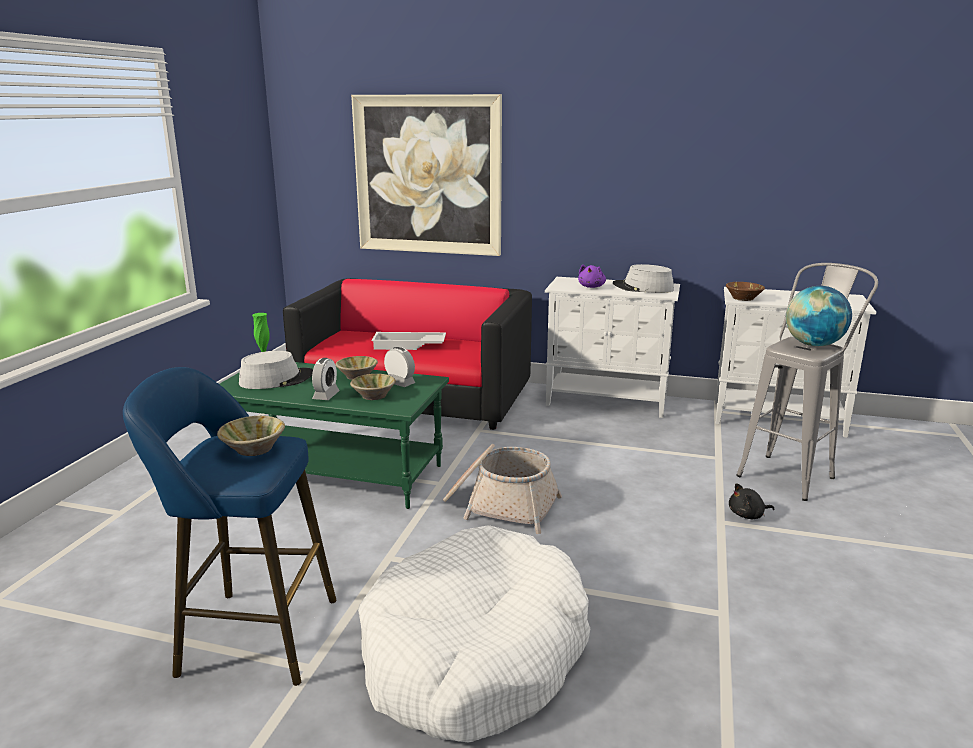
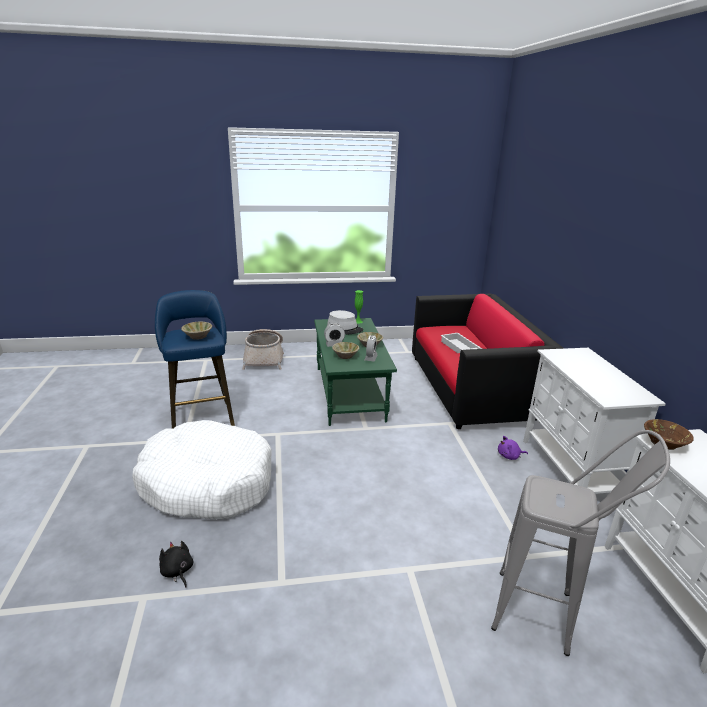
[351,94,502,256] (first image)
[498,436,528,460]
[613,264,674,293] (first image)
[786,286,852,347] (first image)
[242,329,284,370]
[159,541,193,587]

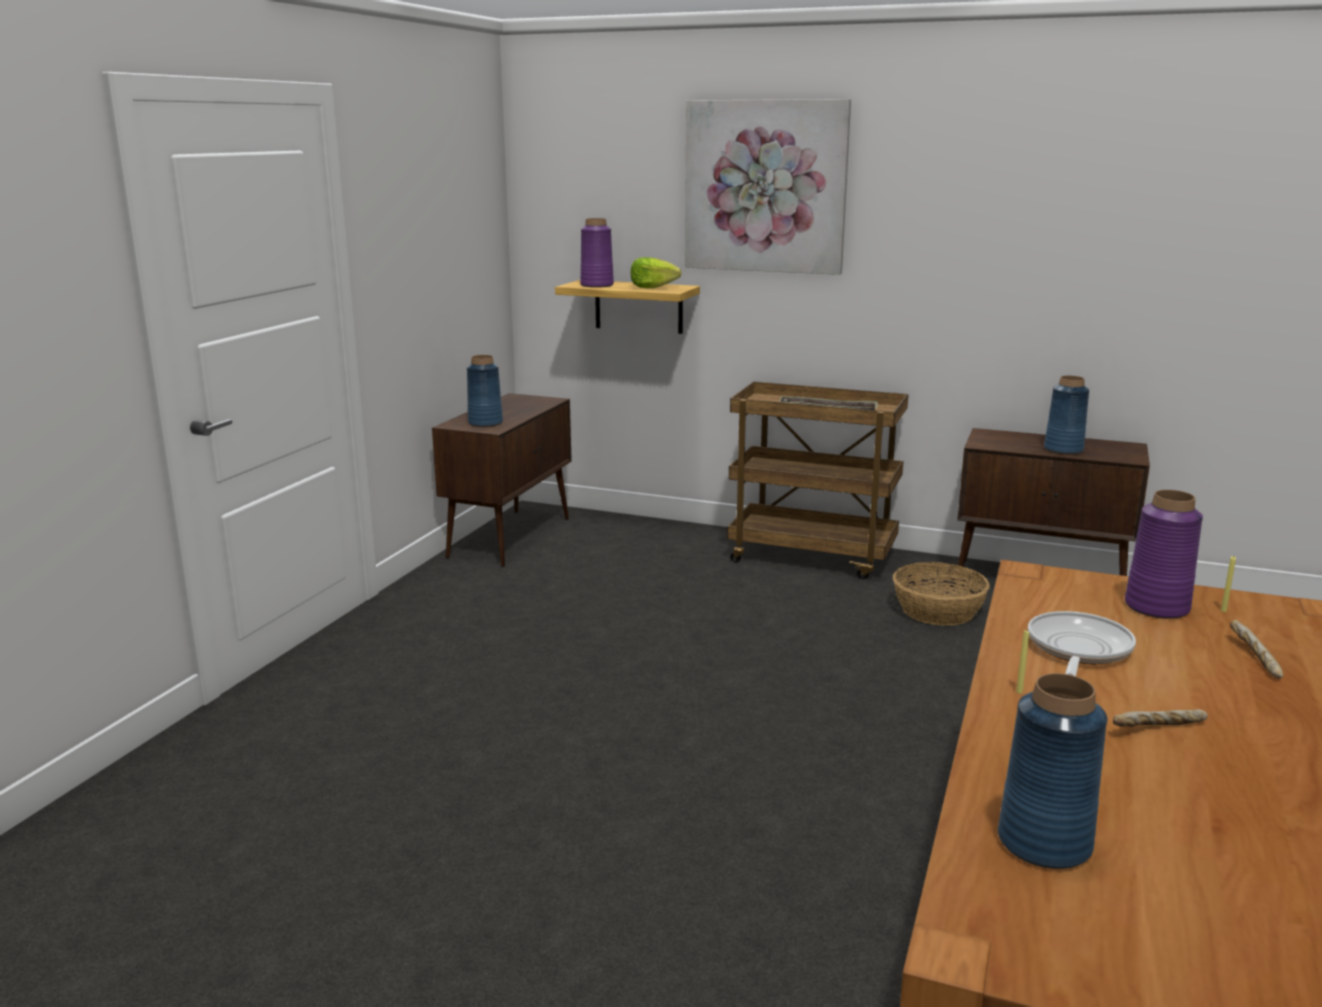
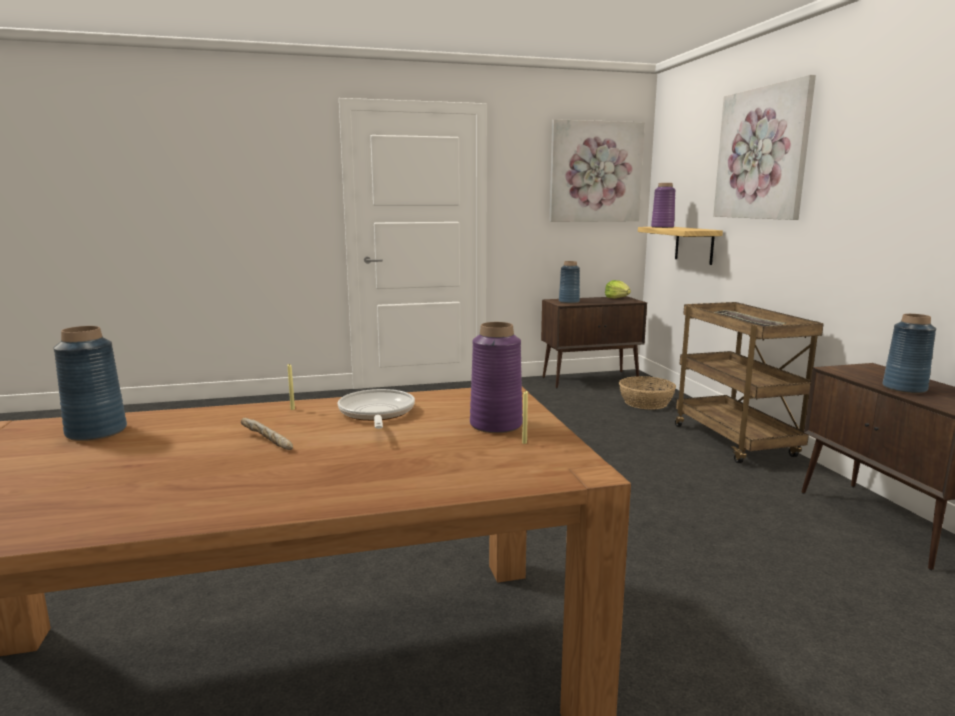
[605,280,631,299]
[619,376,676,410]
[338,389,415,429]
[1230,620,1283,679] (first image)
[550,119,645,222]

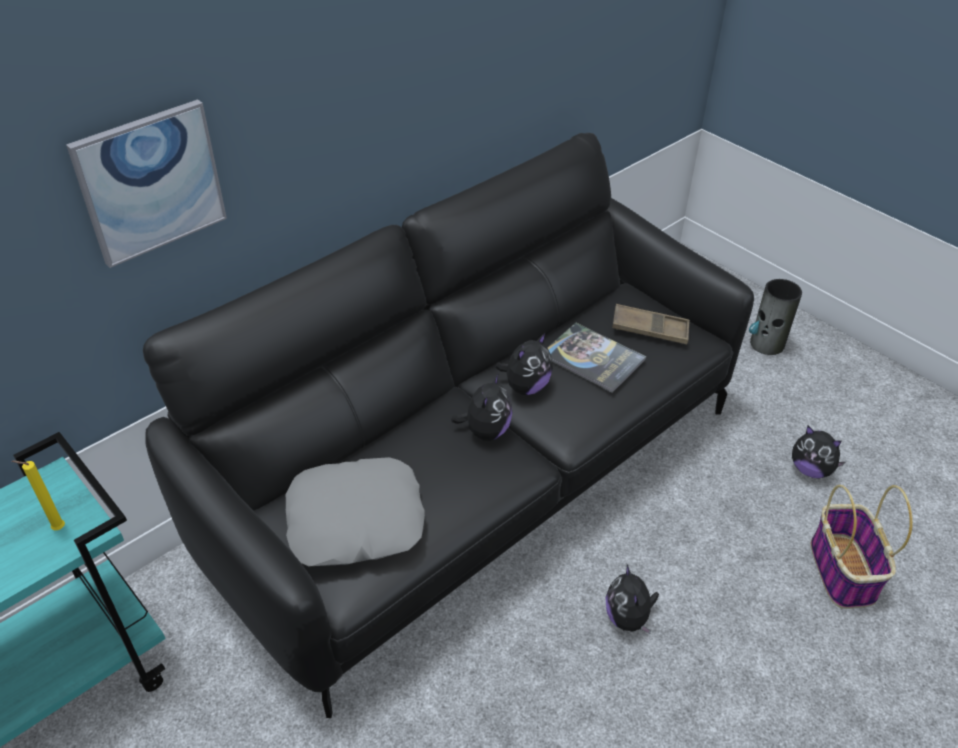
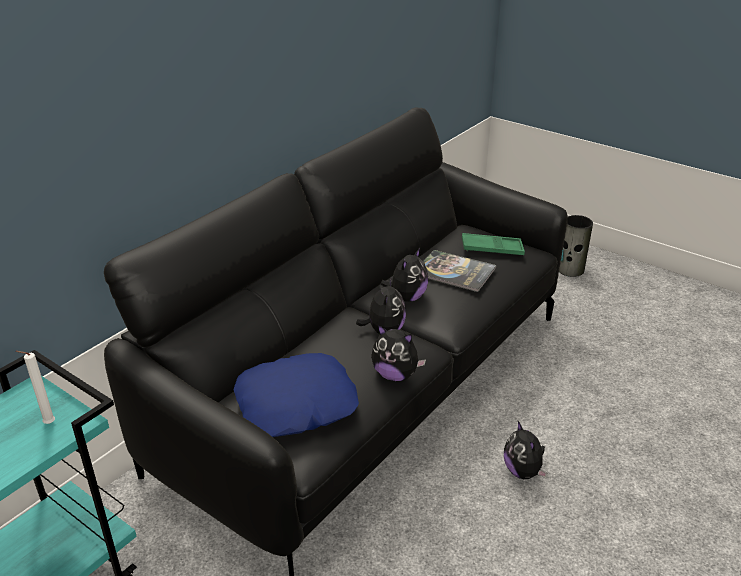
[66,99,227,268] (first image)
[462,233,525,255]
[371,325,426,381]
[233,353,359,437]
[15,351,55,424]
[811,485,913,609] (first image)

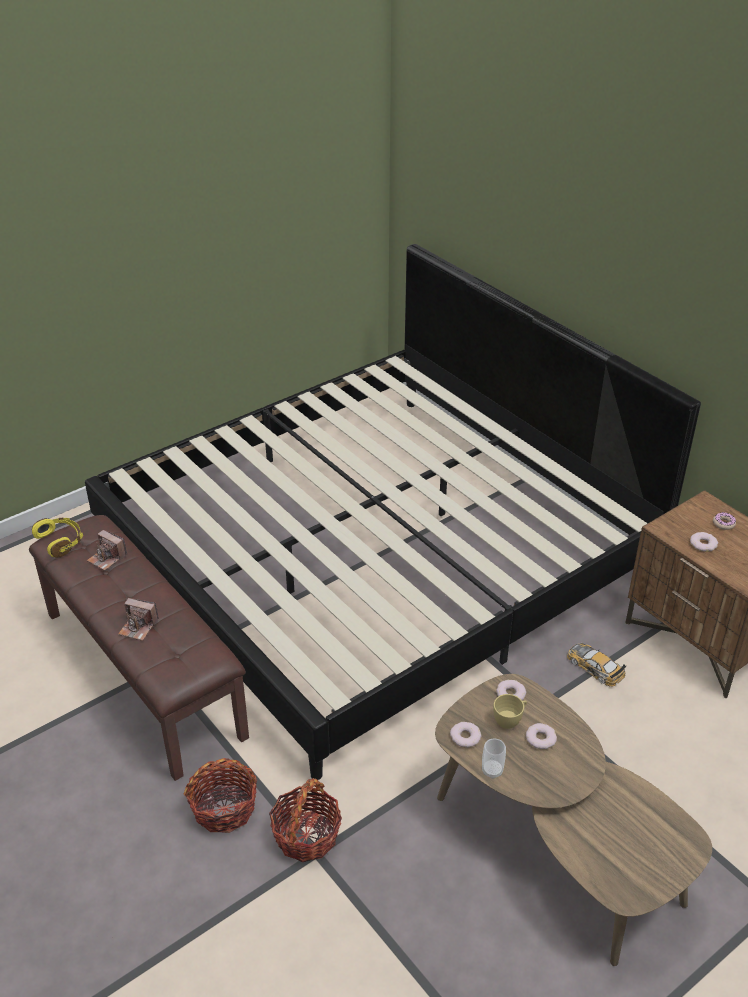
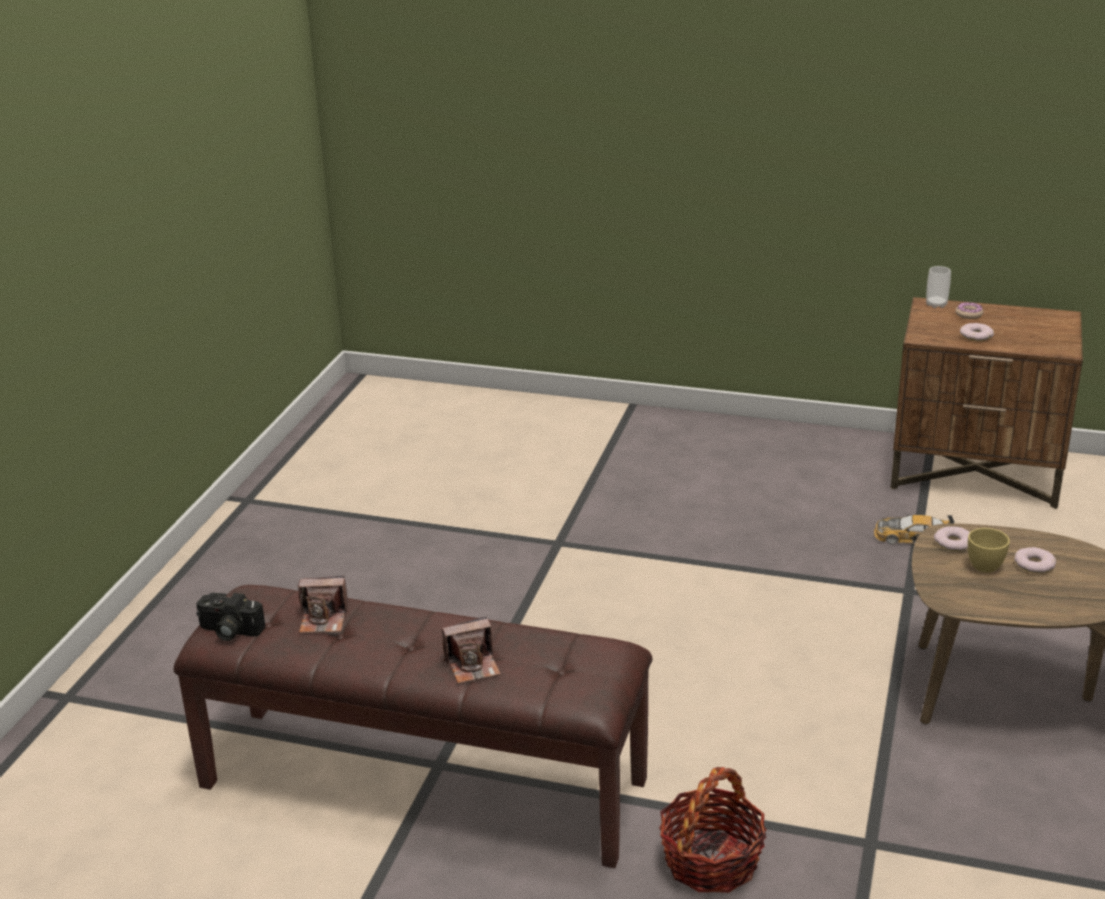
[85,244,701,780] (first image)
[196,593,265,641]
[450,722,481,748] (first image)
[926,266,951,308]
[269,778,342,862] (first image)

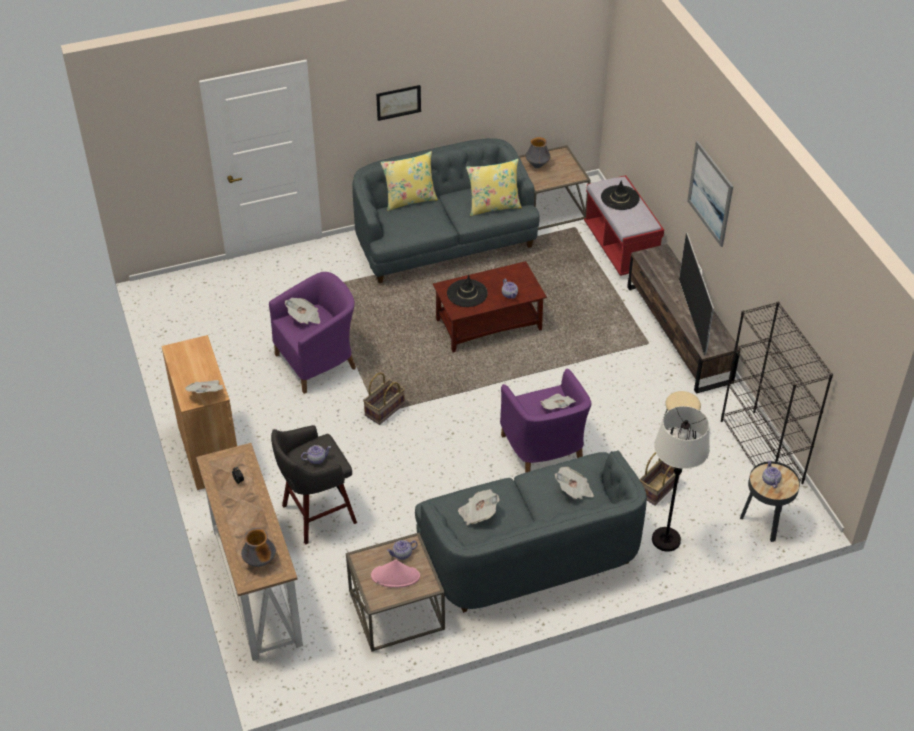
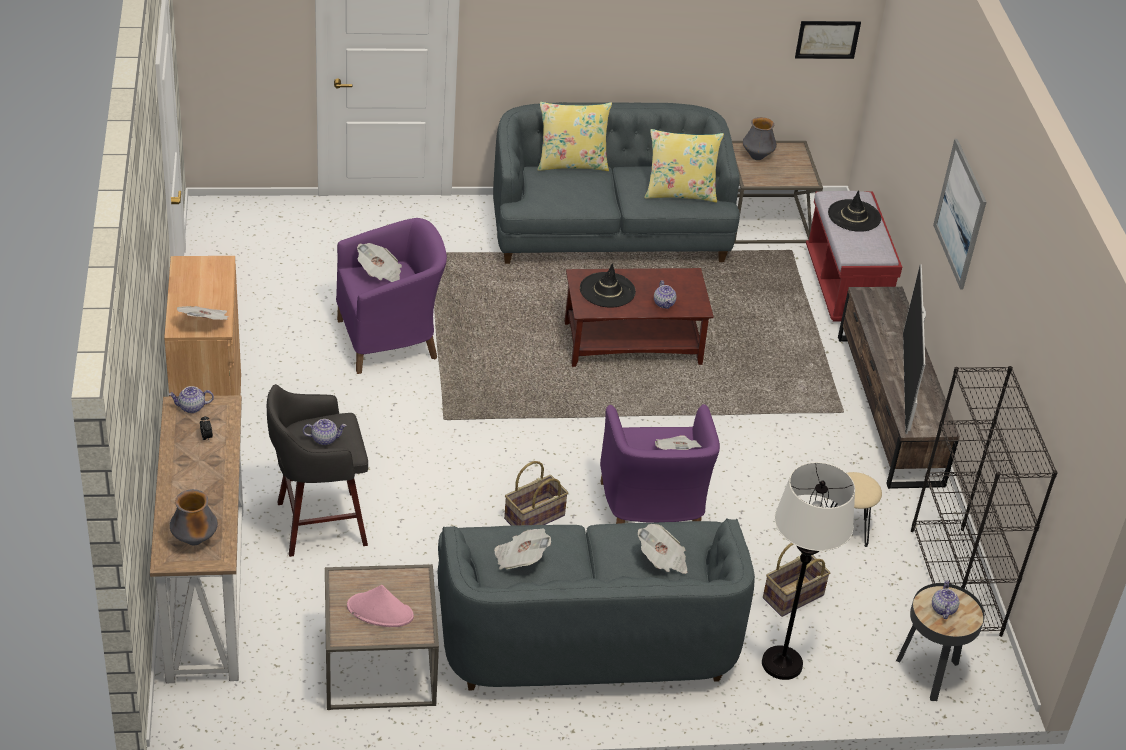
[795,21,861,59]
[504,461,568,526]
[168,386,214,413]

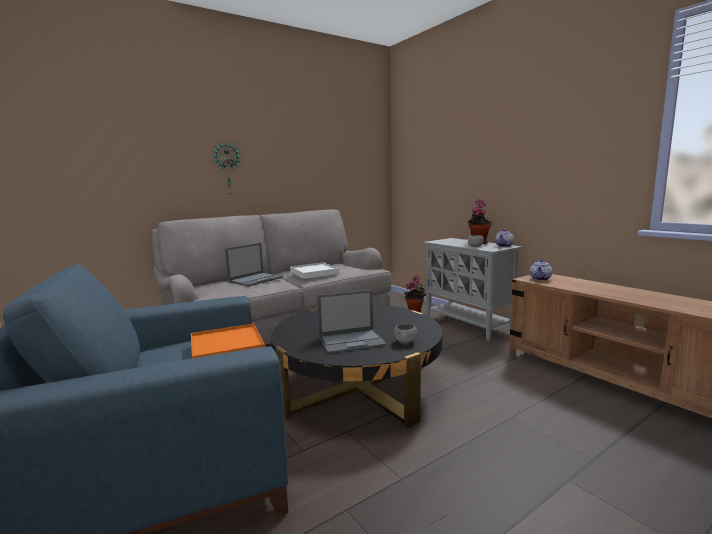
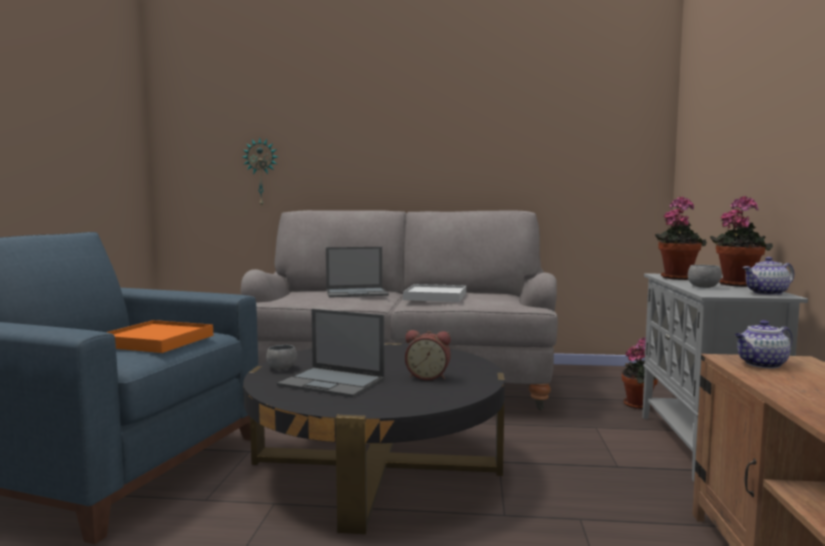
[242,137,278,207]
[266,345,297,370]
[655,196,707,280]
[405,330,451,380]

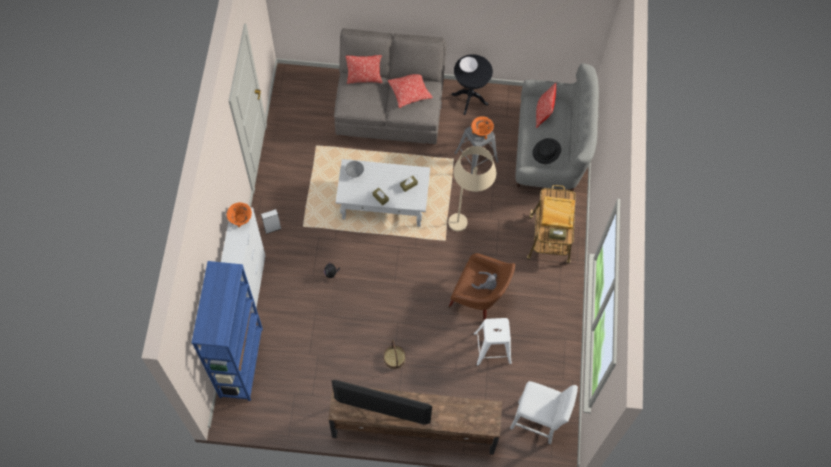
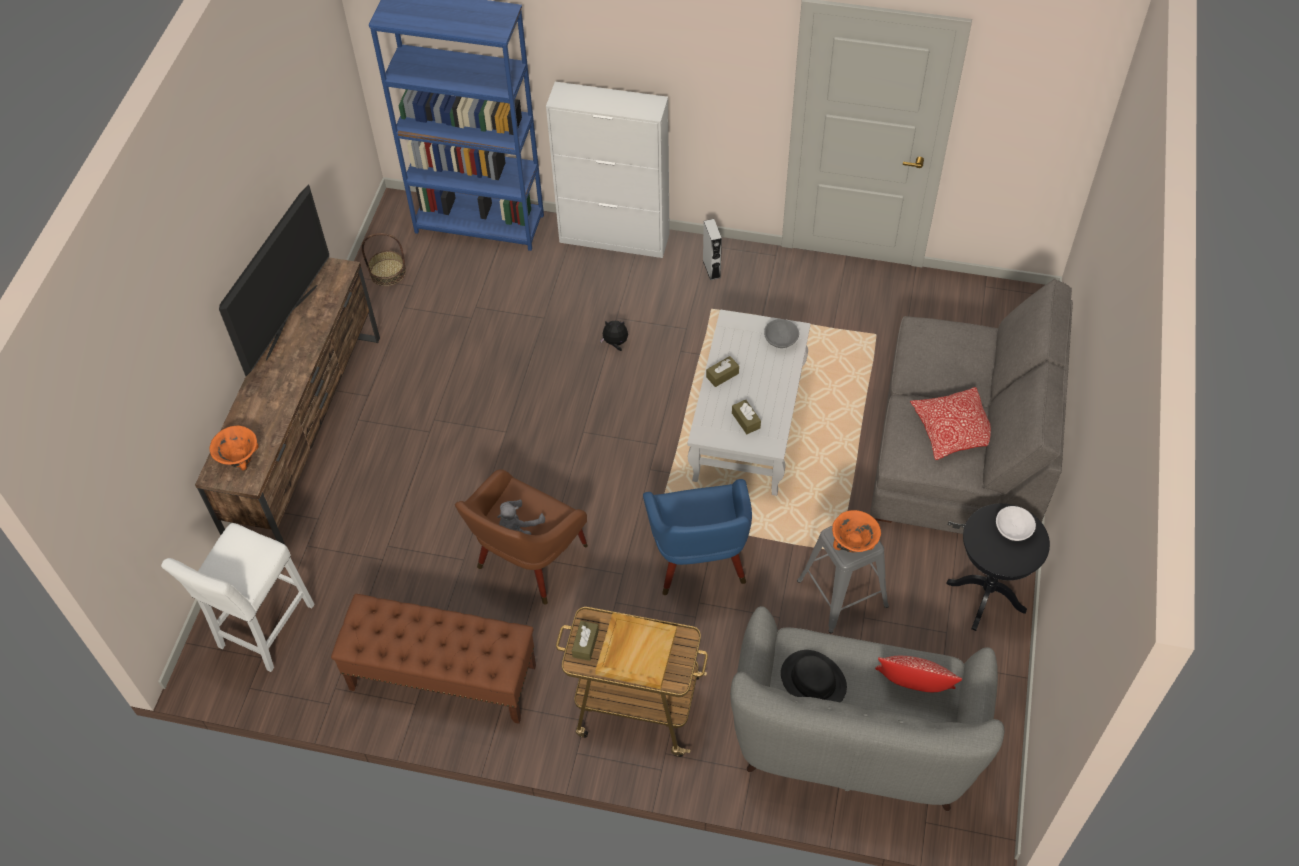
[346,55,382,84] (first image)
[643,479,752,595]
[209,426,258,471]
[474,318,512,366] (first image)
[362,233,406,286]
[331,594,536,724]

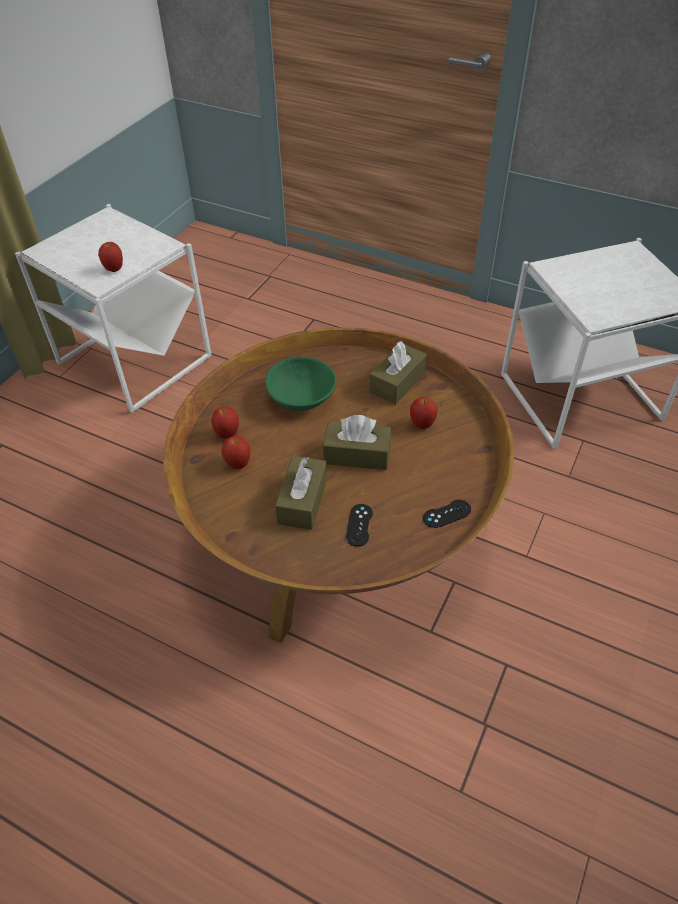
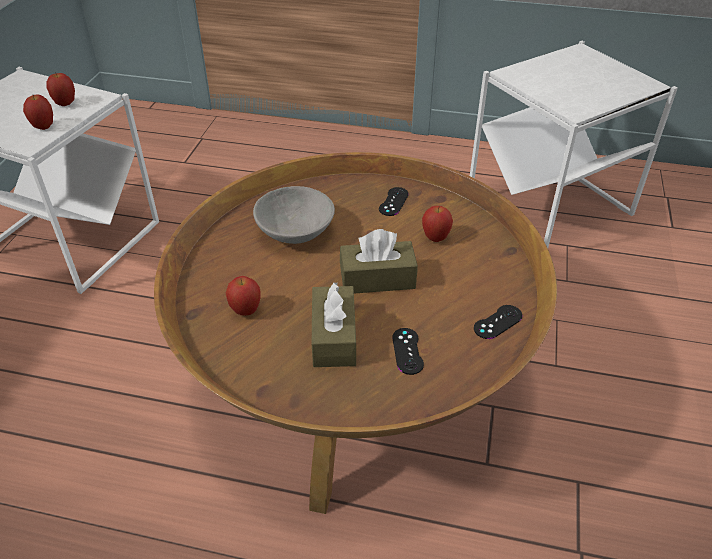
[379,187,409,216]
[253,186,335,244]
[46,72,75,106]

